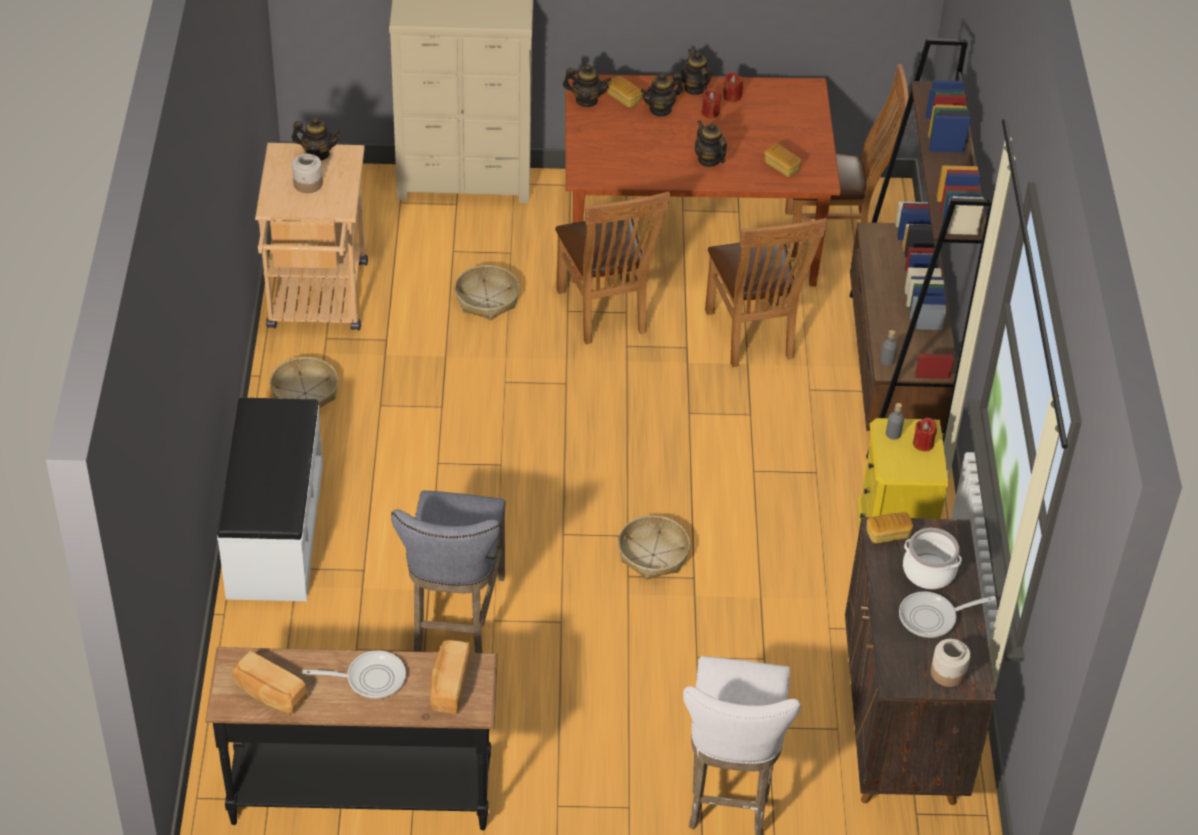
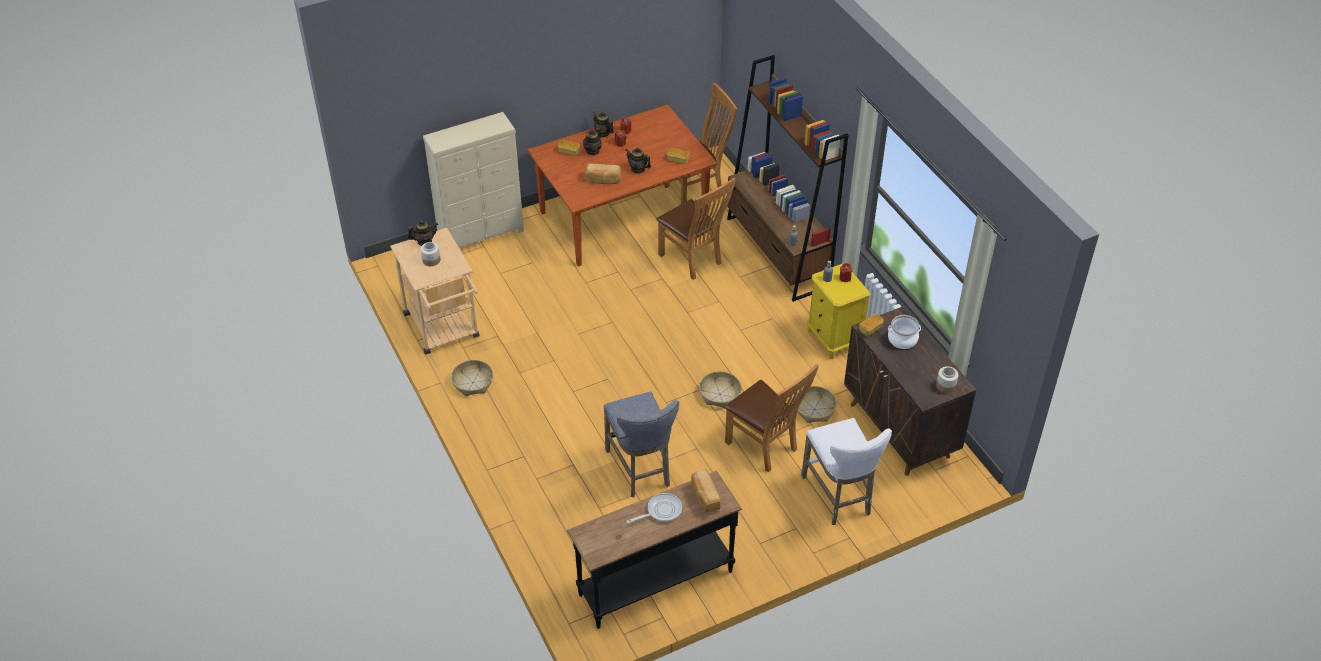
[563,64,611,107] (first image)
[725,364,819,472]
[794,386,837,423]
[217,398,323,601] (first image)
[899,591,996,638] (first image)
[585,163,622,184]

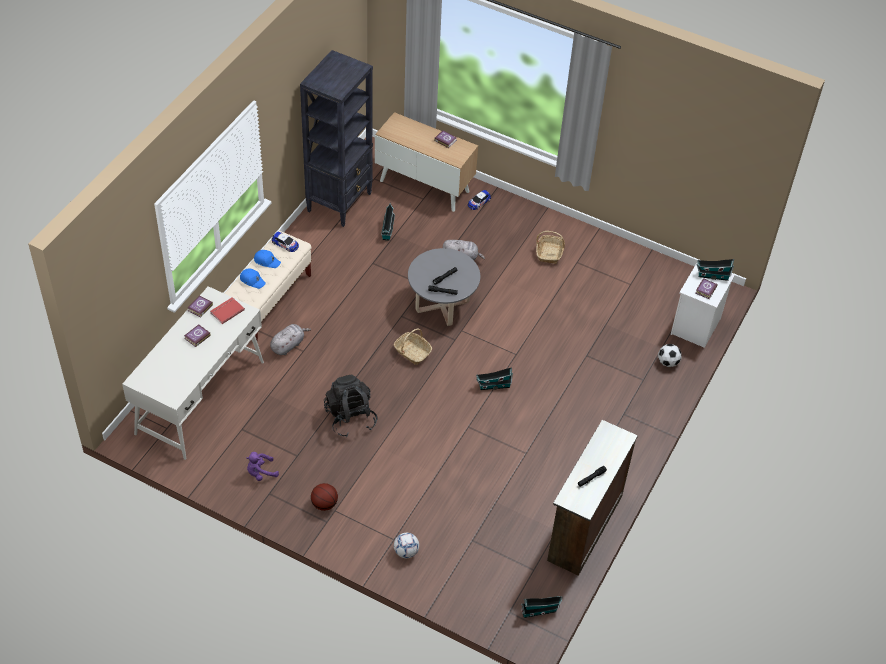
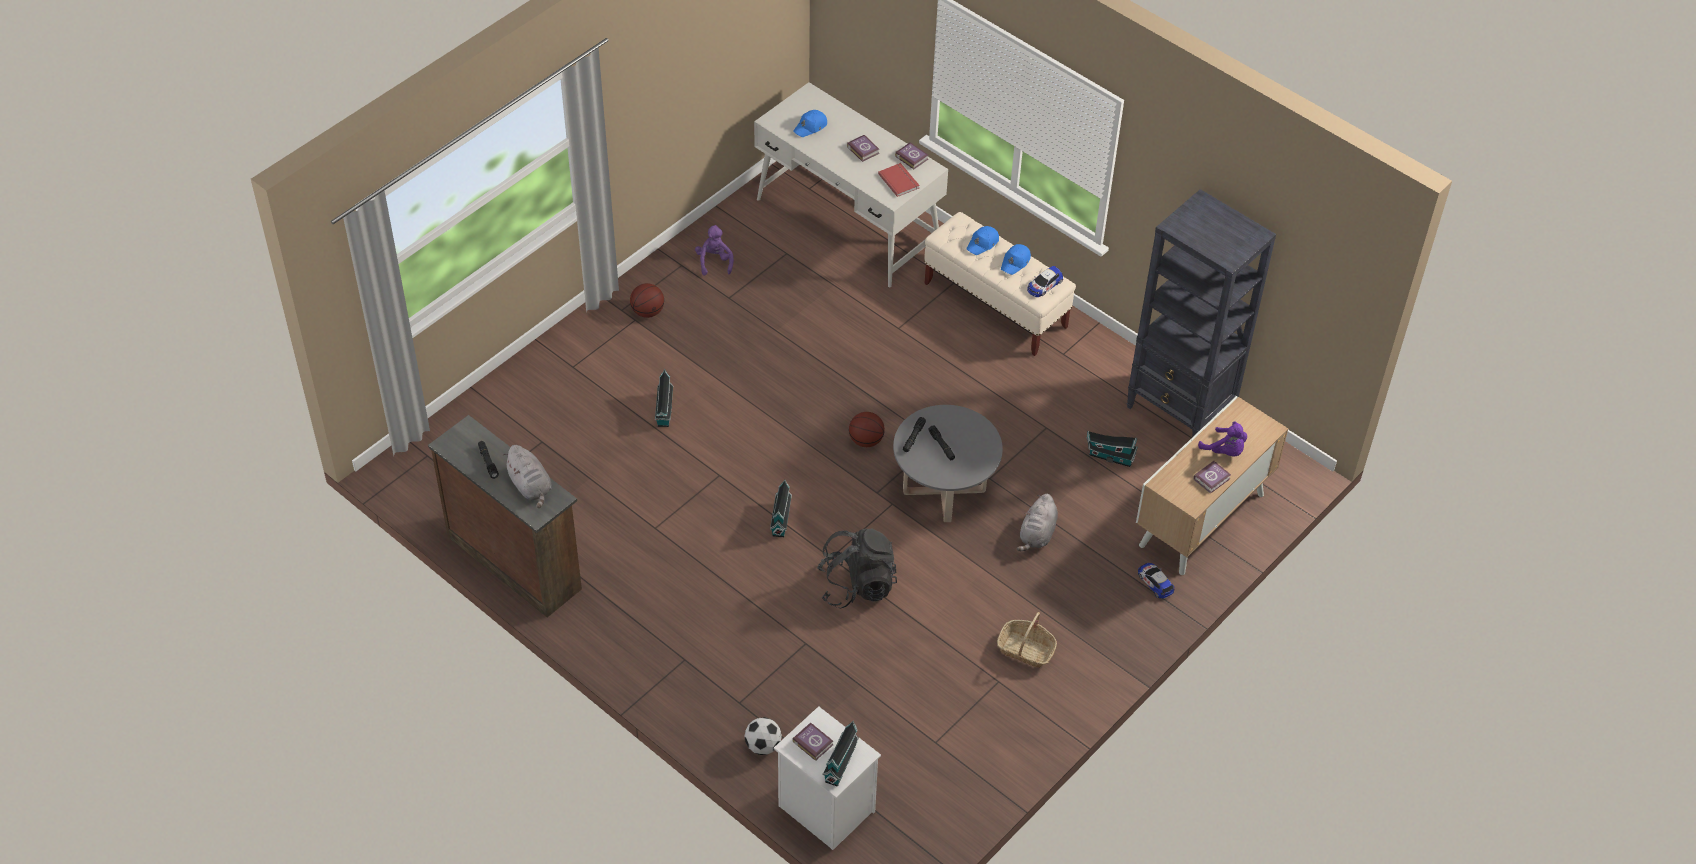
[503,445,552,508]
[849,412,885,447]
[817,528,897,608]
[394,533,419,558] (first image)
[655,368,673,427]
[793,110,827,137]
[1198,421,1247,456]

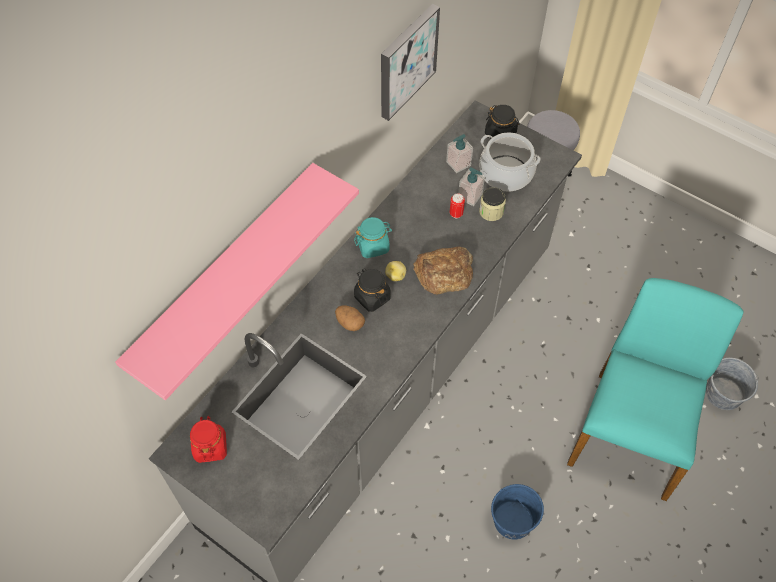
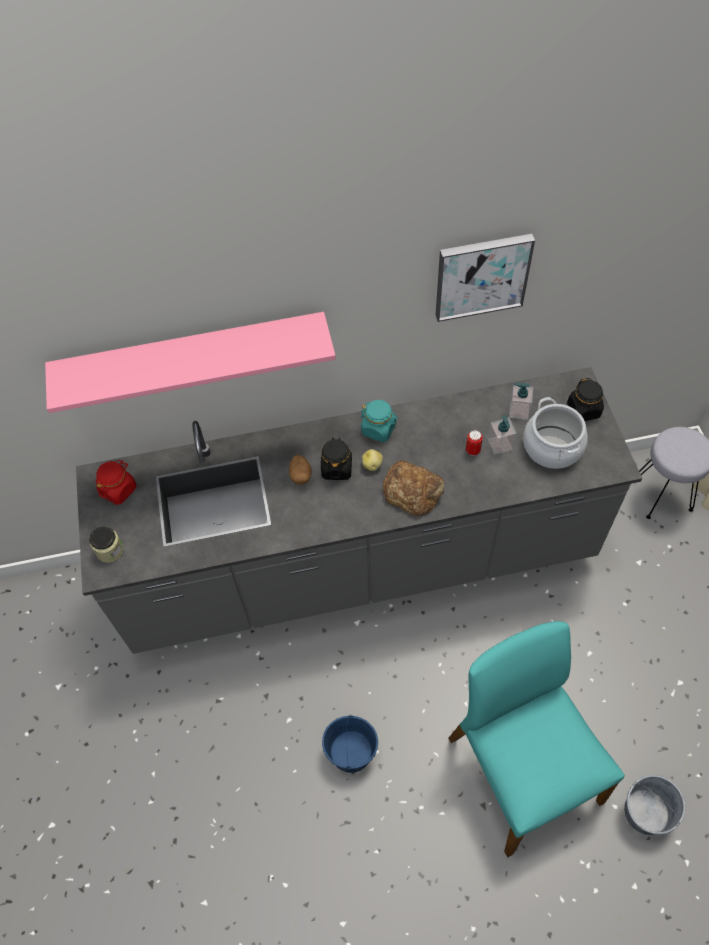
[89,526,124,563]
[448,621,625,857]

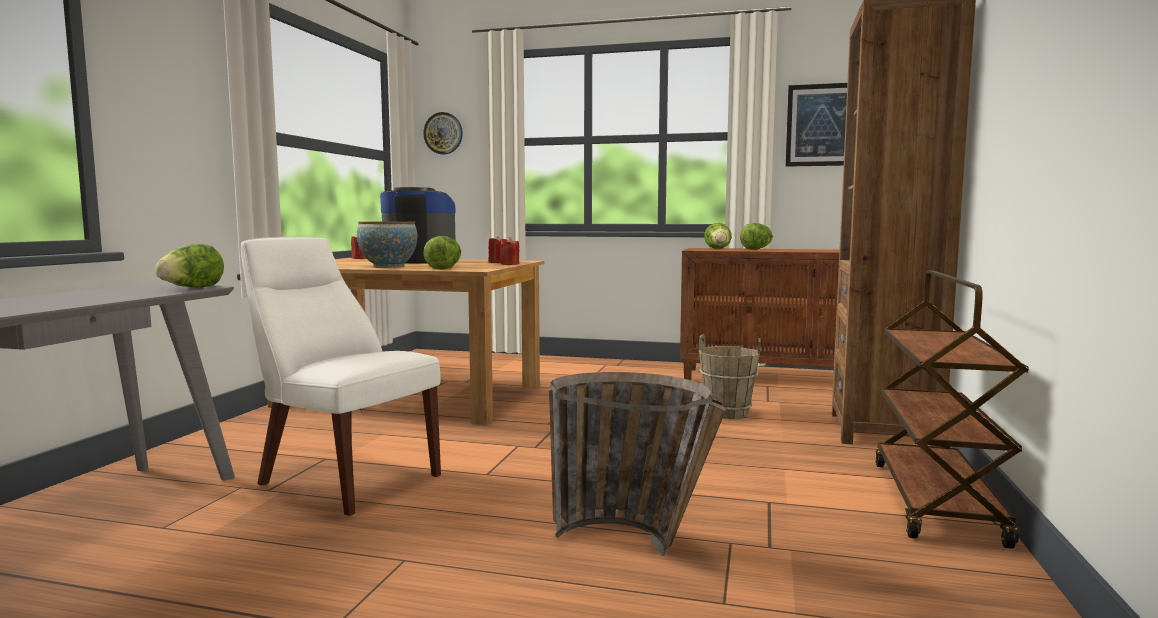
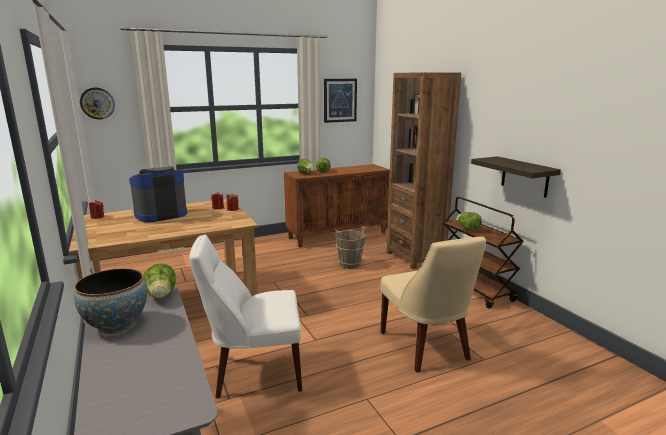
[74,268,147,334]
[457,212,482,232]
[380,236,486,373]
[471,156,561,198]

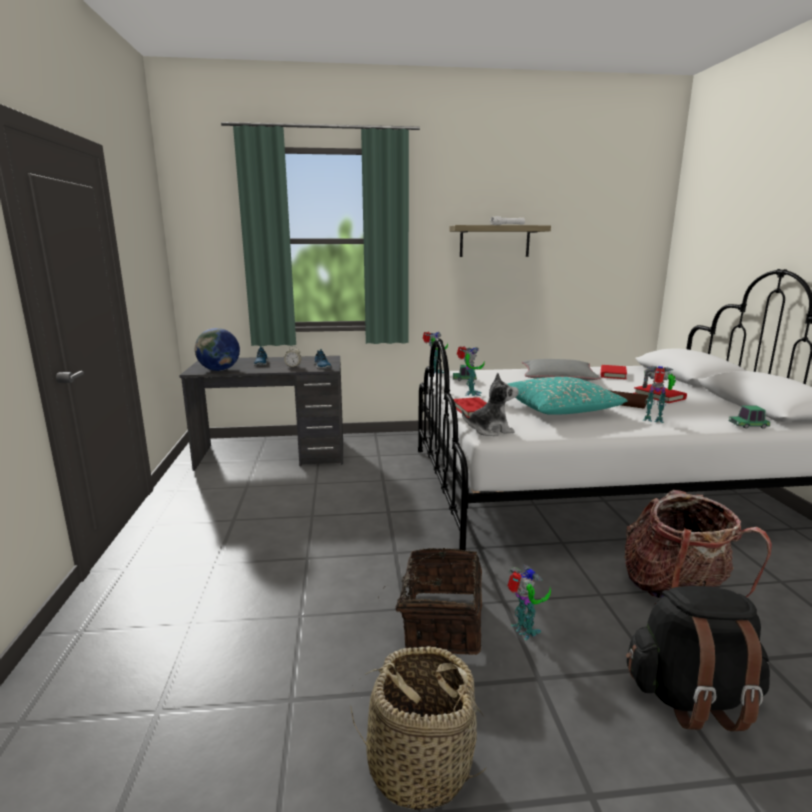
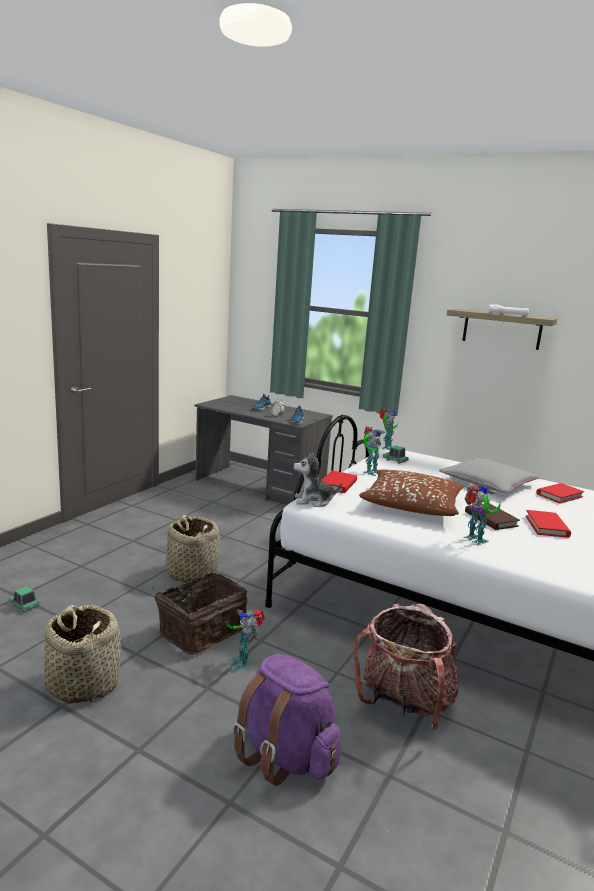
[195,328,240,371] (first image)
[293,453,342,507]
[359,469,465,516]
[9,586,39,612]
[227,610,265,670]
[233,654,341,786]
[166,515,220,583]

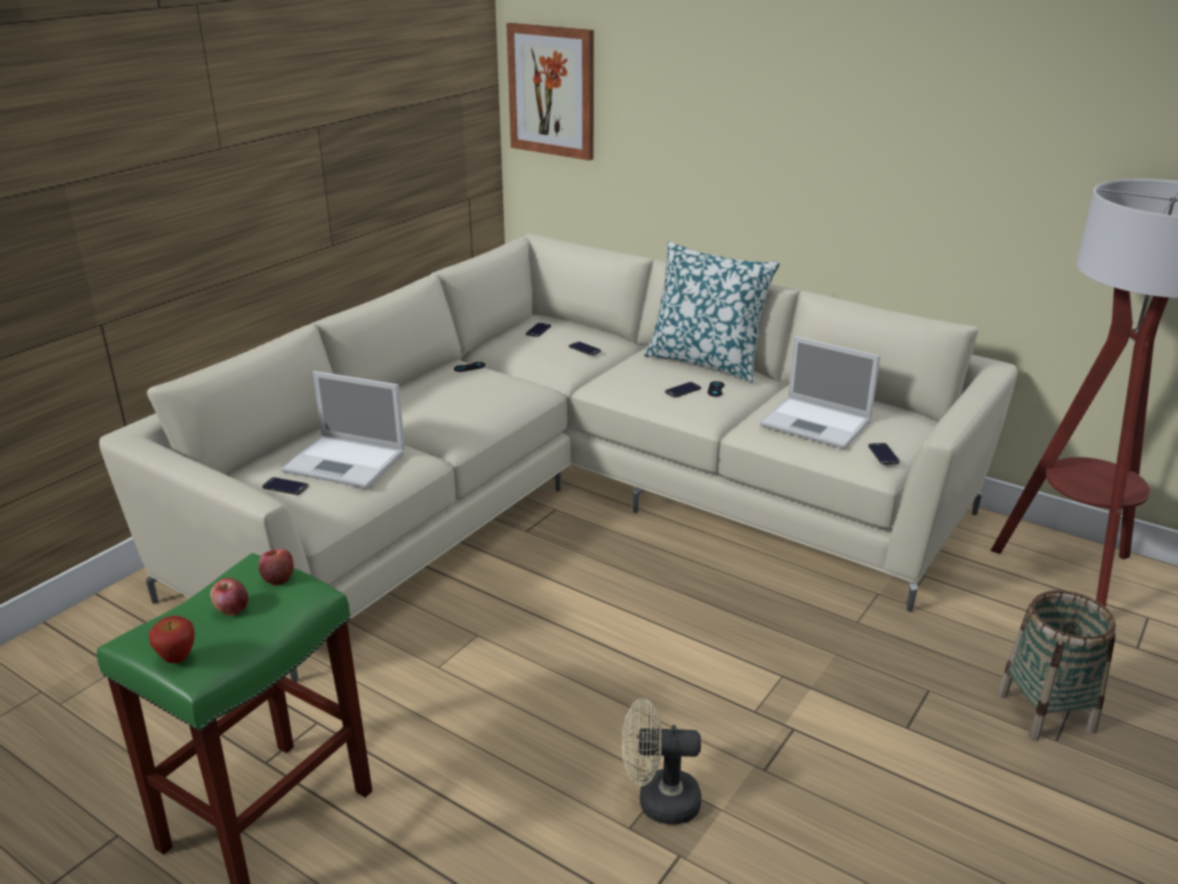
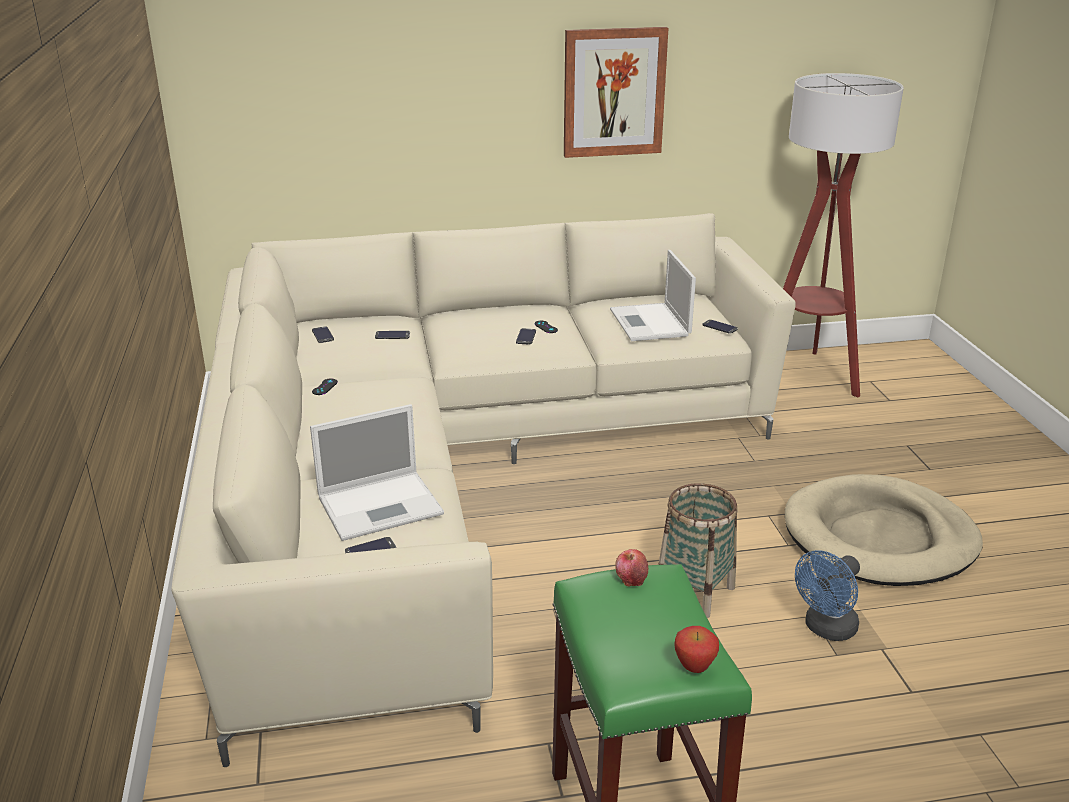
[564,27,668,158]
[644,241,780,383] (first image)
[610,250,696,341]
[210,578,248,616] (first image)
[658,483,738,618]
[795,550,860,641]
[785,474,983,586]

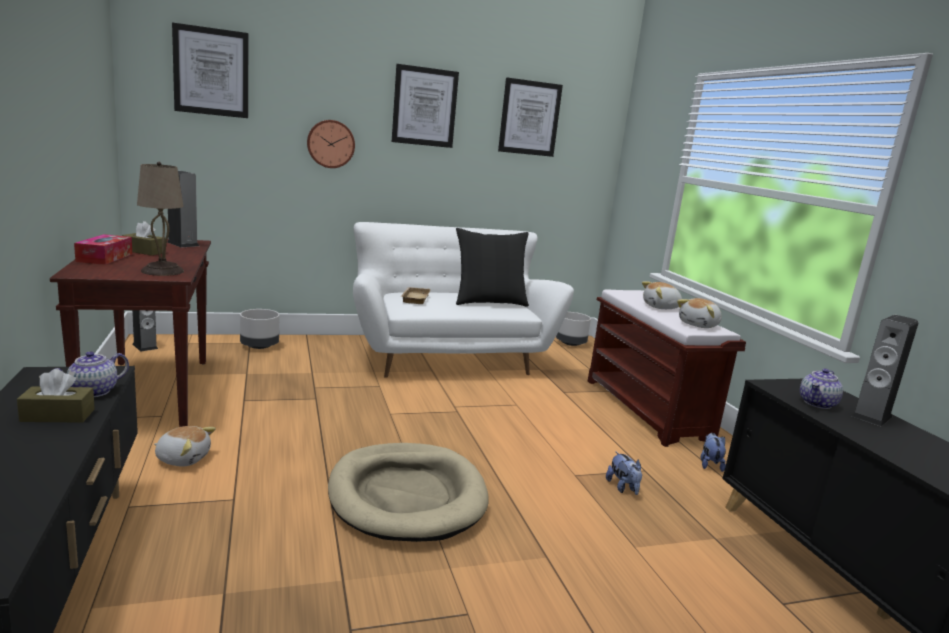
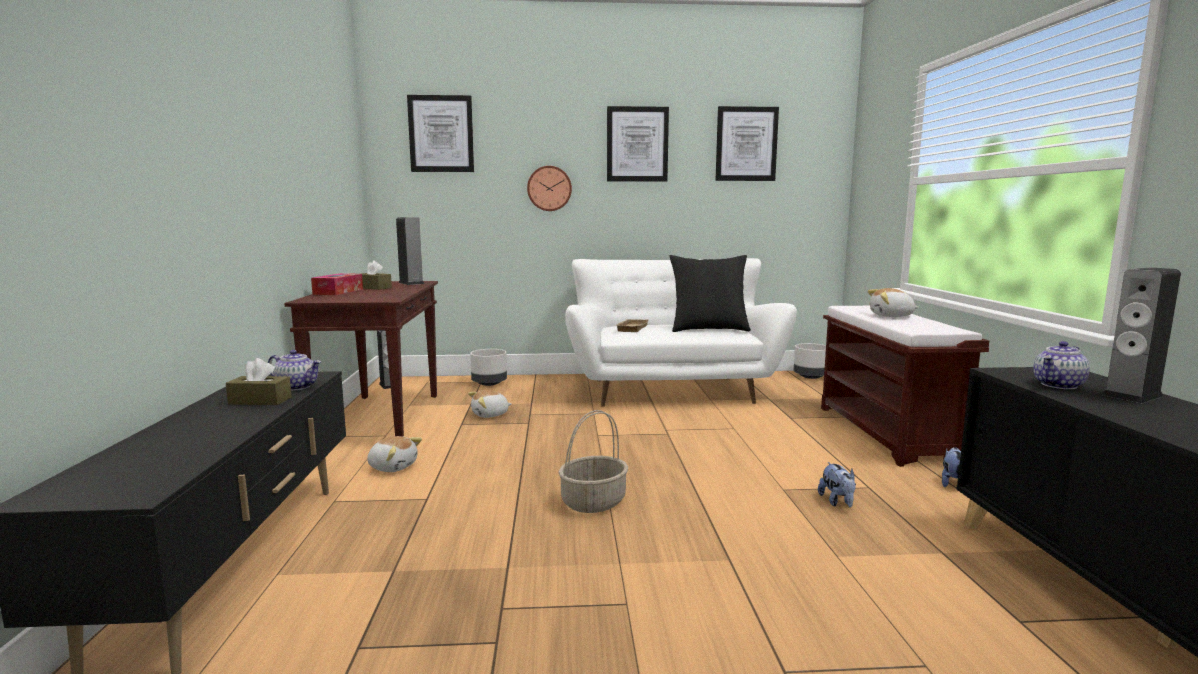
[137,162,184,276] (first image)
[468,390,512,418]
[268,350,321,391]
[558,410,628,513]

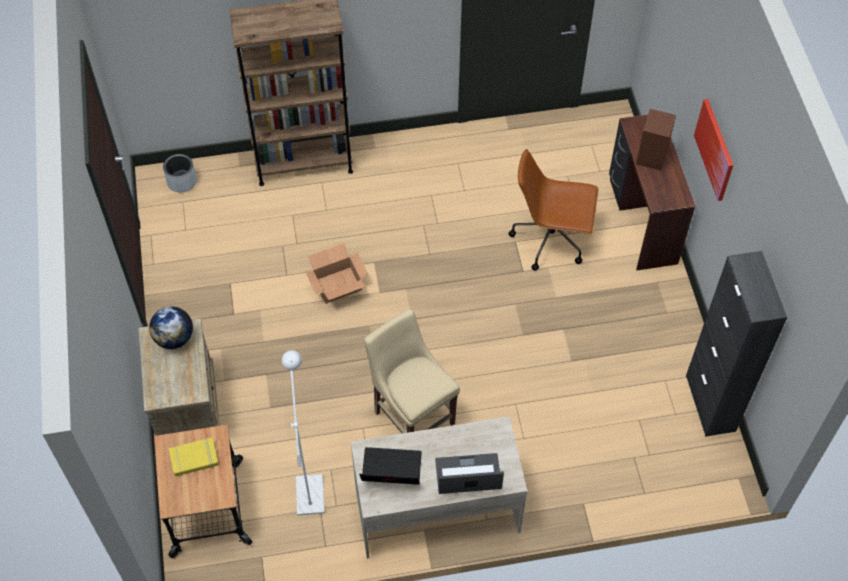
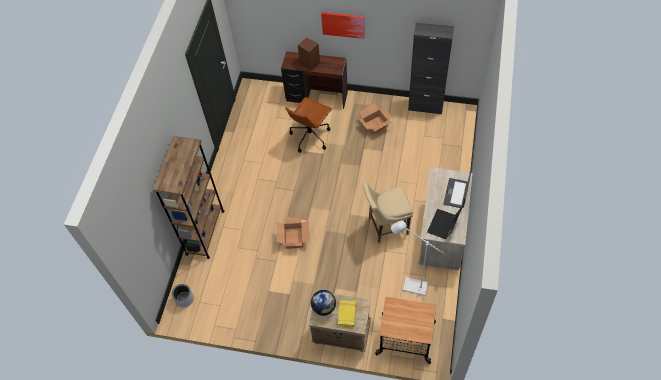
[338,300,356,327]
[359,103,392,135]

